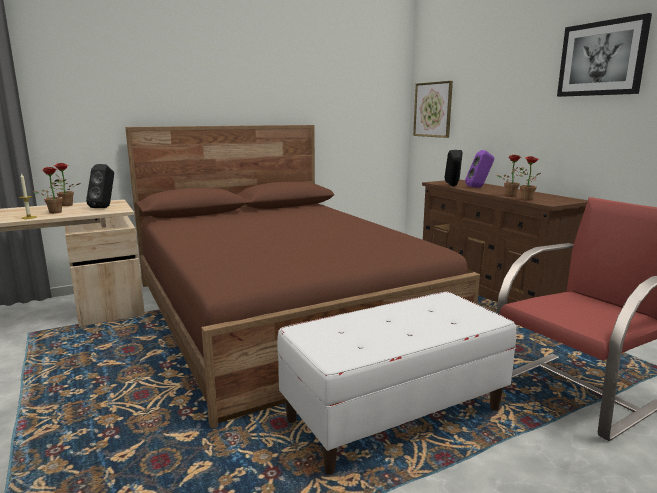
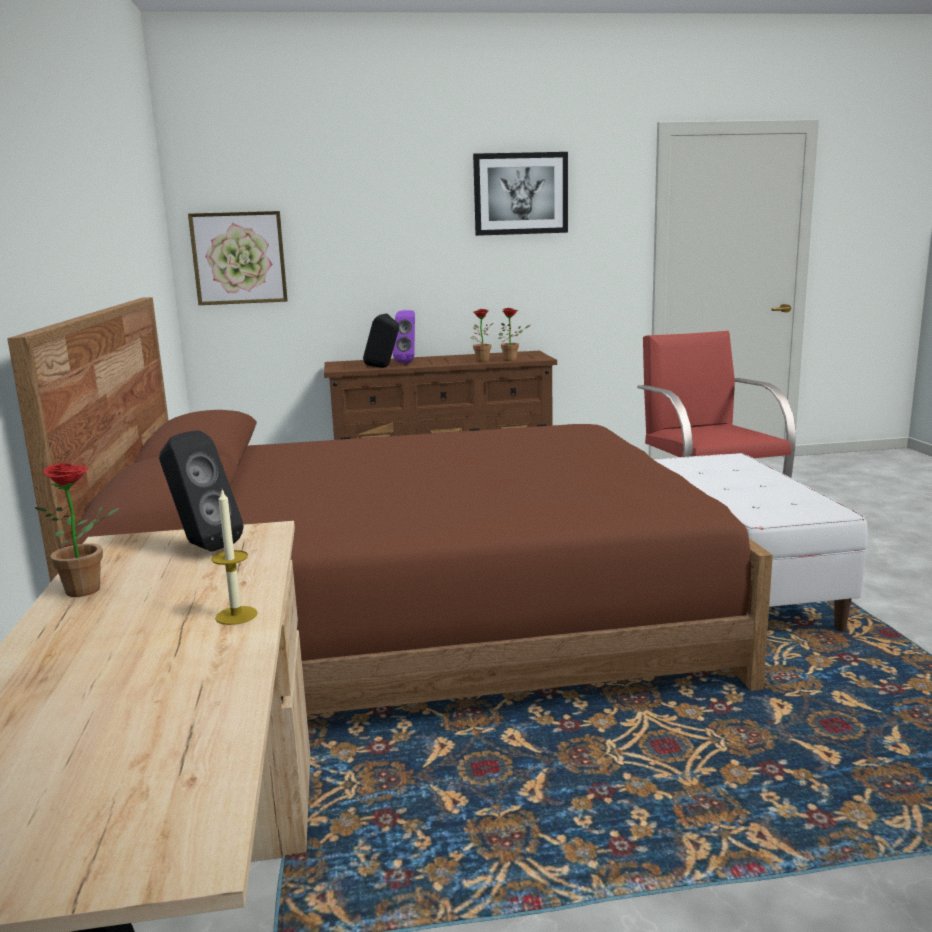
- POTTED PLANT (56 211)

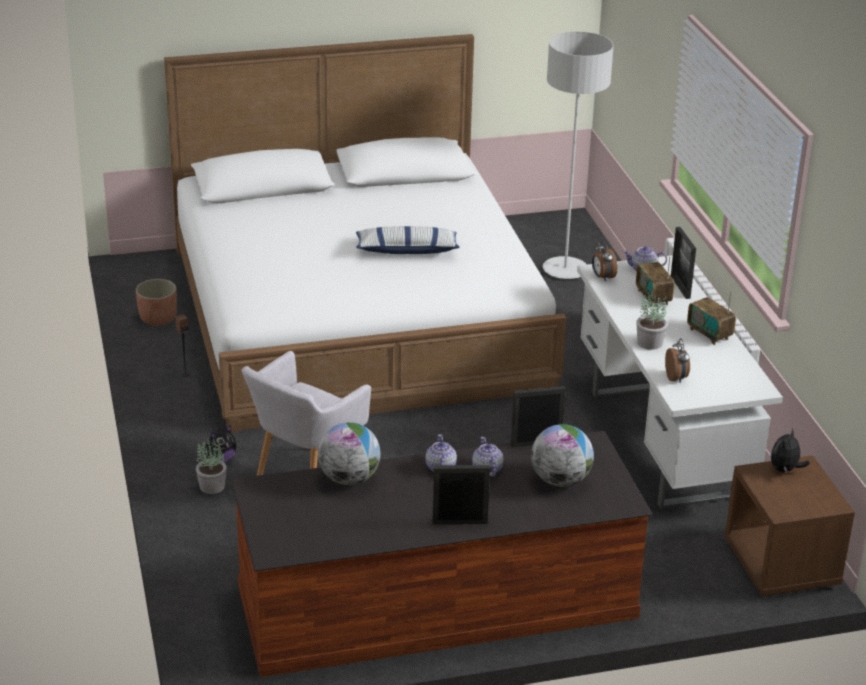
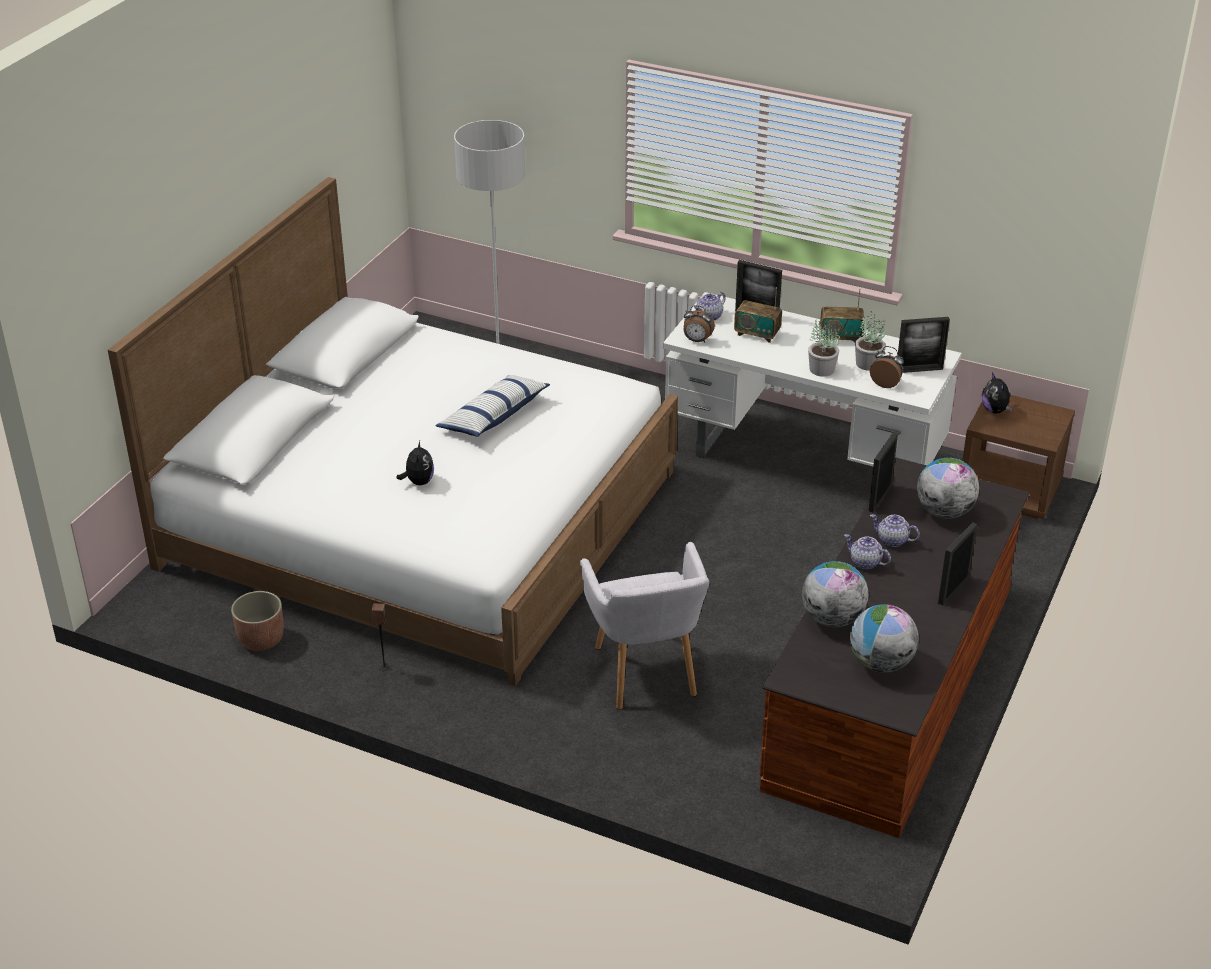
+ GLOBE (880 663)
+ PICTURE FRAME (919 370)
~ POTTED PLANT (212 486) to (867 363)
~ PLUSH TOY (221 459) to (418 482)

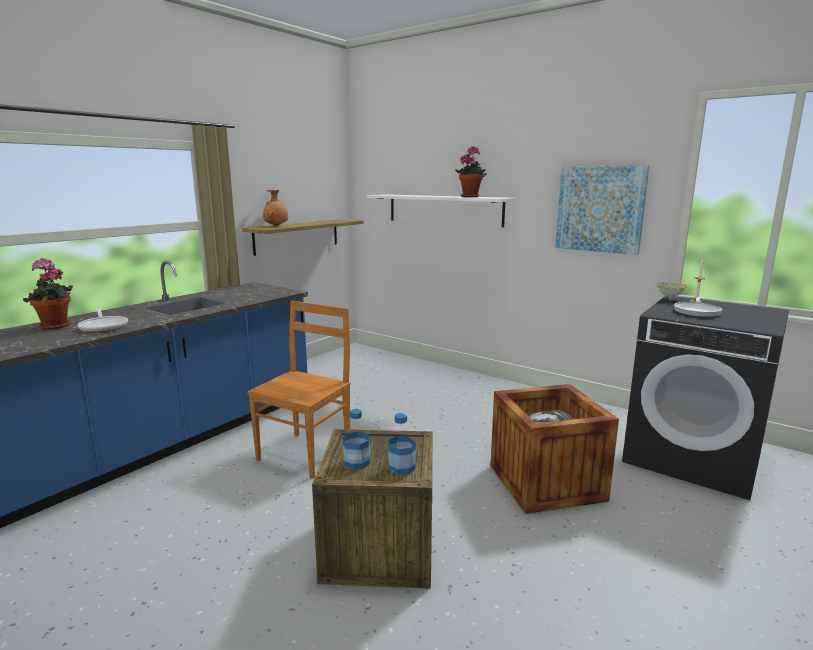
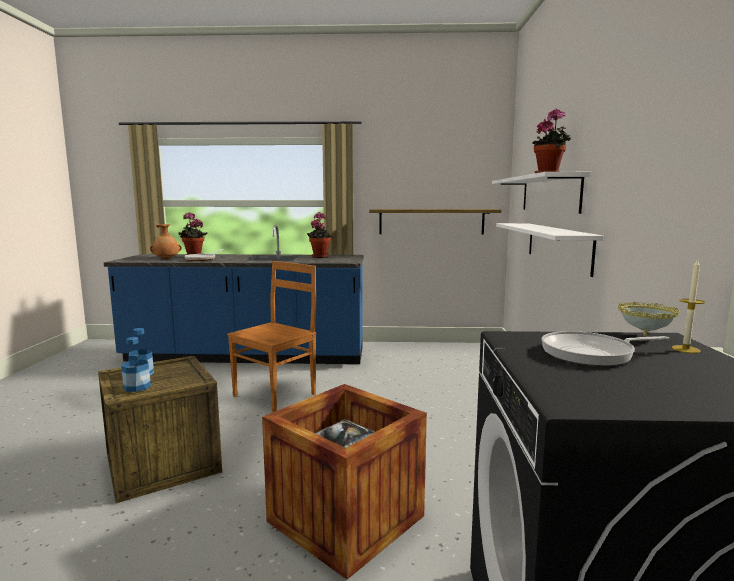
- PICTURE (600 209)
+ POTTED PLANT (320 256)
+ WHITE SHELF (557 246)
~ BROWN VASE (276 226) to (166 259)
~ BROWN CHAIR (306 453) = (276 394) 45 degrees counterclockwise

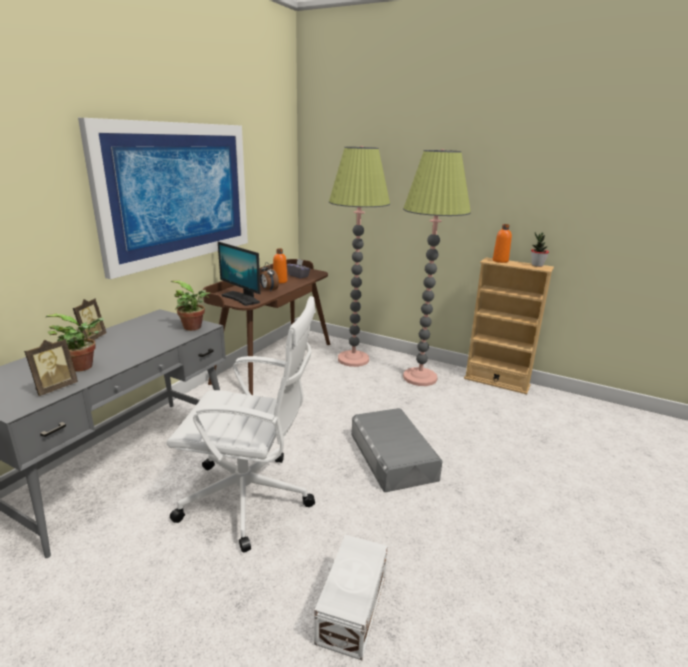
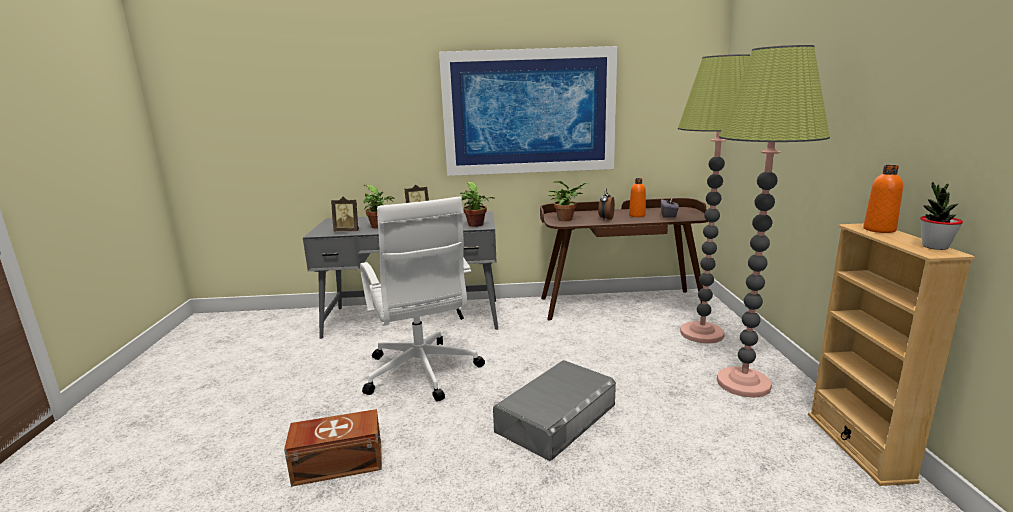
~ MONITOR (241 298) to POTTED PLANT (567 219)
~ WHITE STORAGE BOX (350 609) to BROWN STORAGE BOX (337 463)

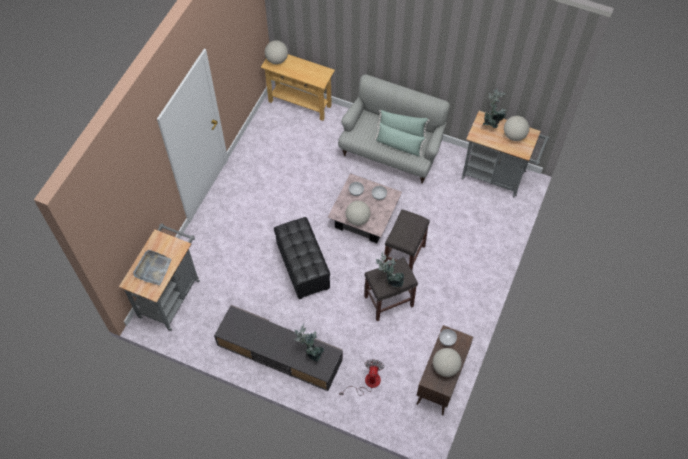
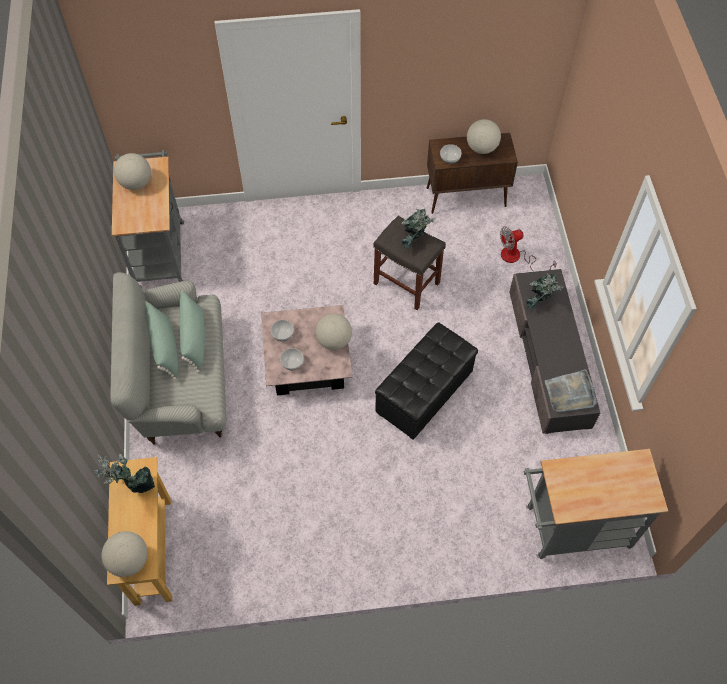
- GREY STOOL (404 255)
~ GREY TRAY (153 268) to (570 393)
~ POTTED PLANT (492 123) to (132 485)

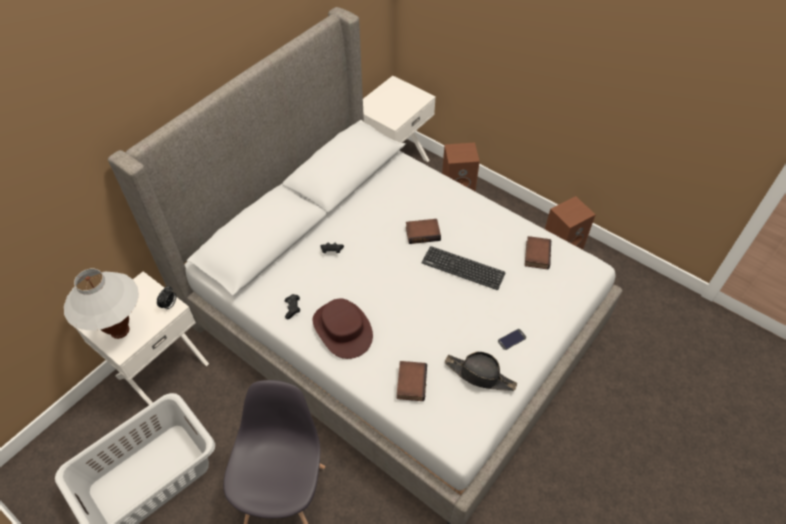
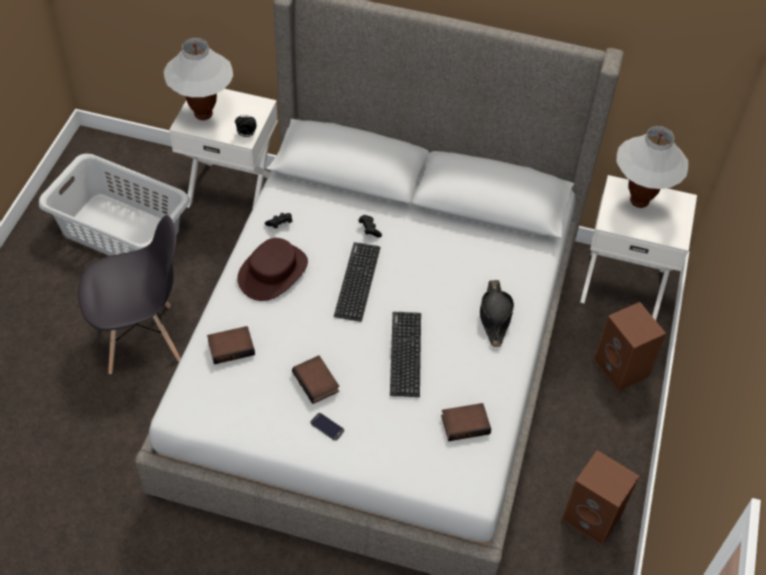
+ KEYBOARD (357 281)
+ WHITE TABLE LAMP (639 201)
~ BOOK (423 233) to (317 382)
~ BLACK HAT (480 375) to (494 316)

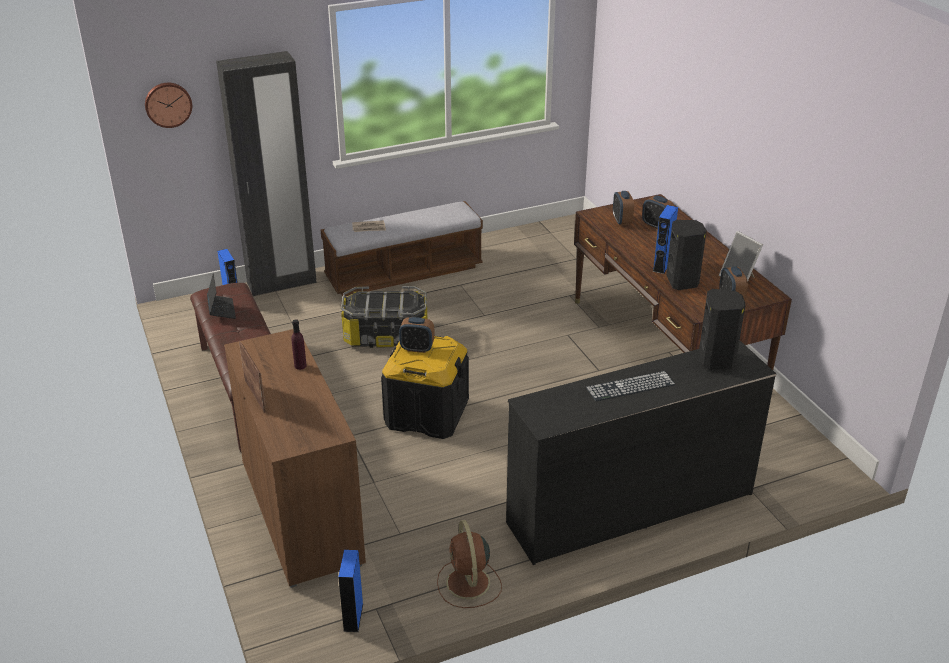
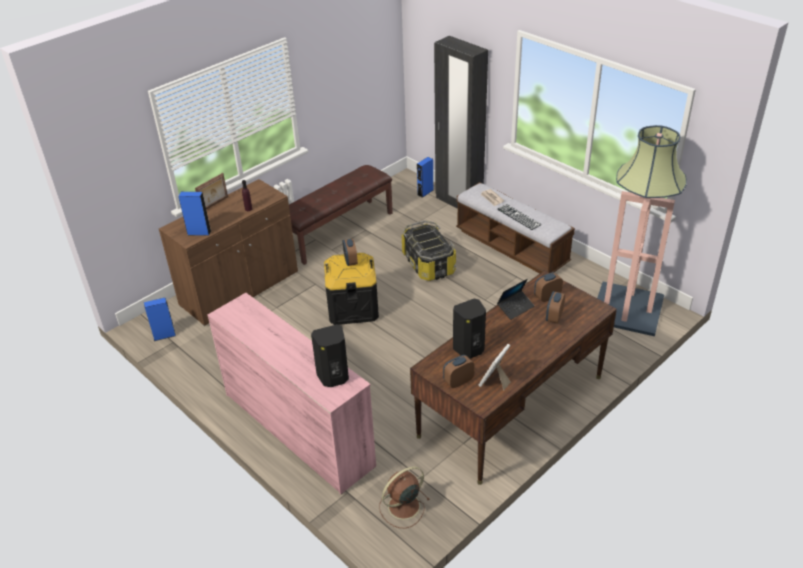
- WALL CLOCK (168 104)
+ FLOOR LAMP (627 309)
~ LAPTOP (221 310) to (515 307)
~ BROWN FAN (468 584) to (402 507)
~ KEYBOARD (630 386) to (518 217)
~ BLUE SPEAKER (662 265) to (199 232)
~ BLACK DRESSER (629 508) to PINK DRESSER (298 428)

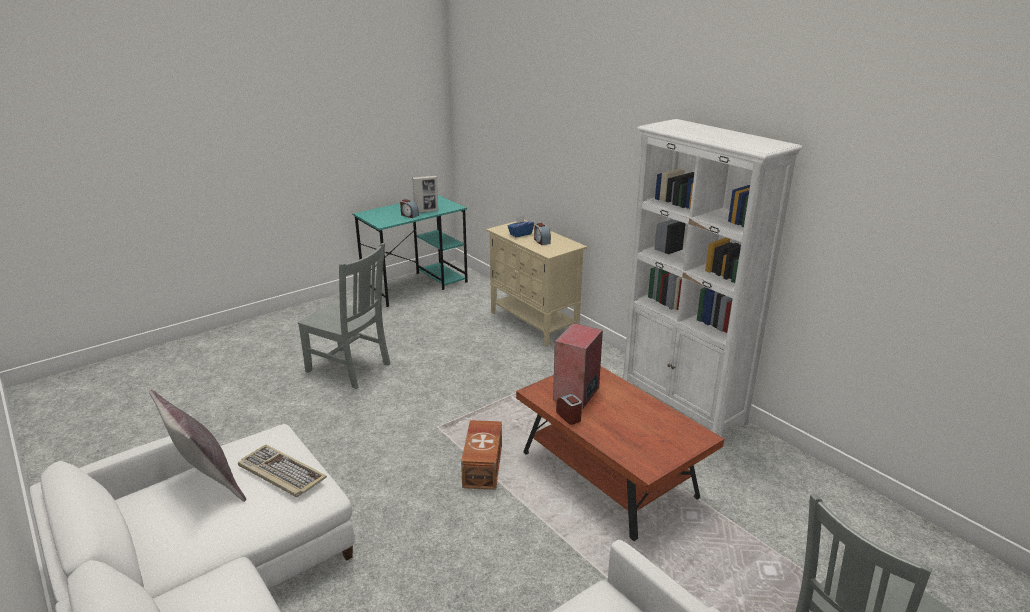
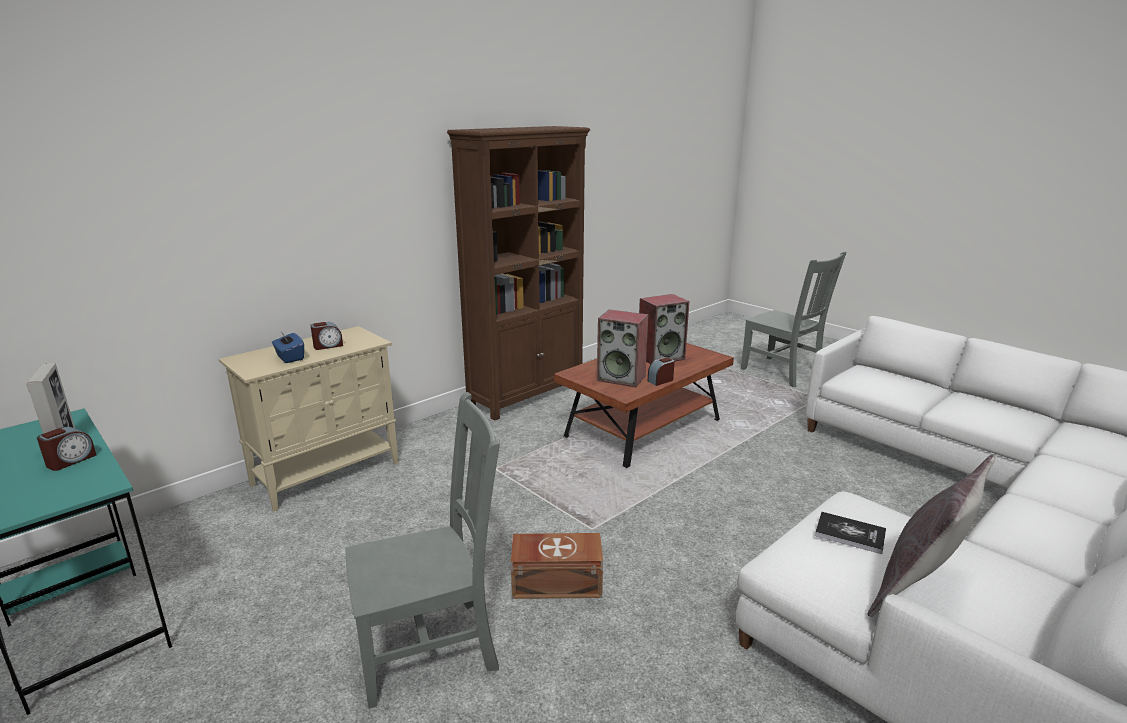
+ SPEAKER (661 357)
~ BROWN STORAGE BOX (484 466) to (555 582)
~ KEYBOARD (280 473) to BOOK (850 533)
~ WHITE BOOKCASE (682 404) to BROWN BOOKCASE (527 395)
~ GREY CHAIR (350 368) = (432 648) 45 degrees clockwise

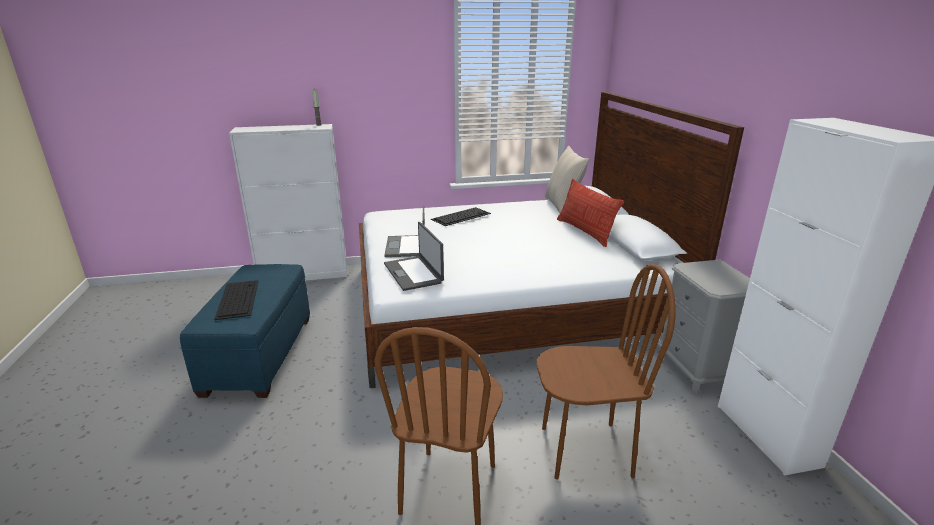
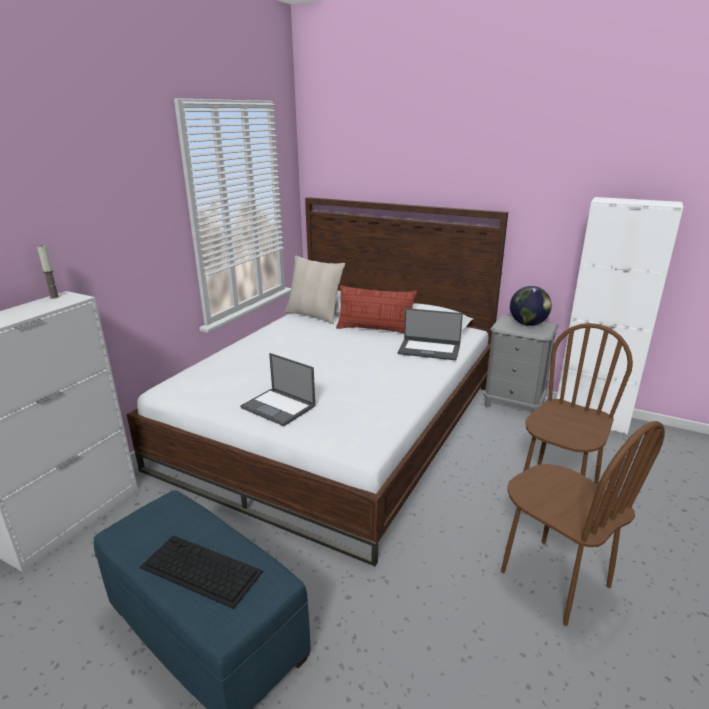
- KEYBOARD (461 216)
+ GLOBE (527 324)
~ LAPTOP (414 273) to (429 349)

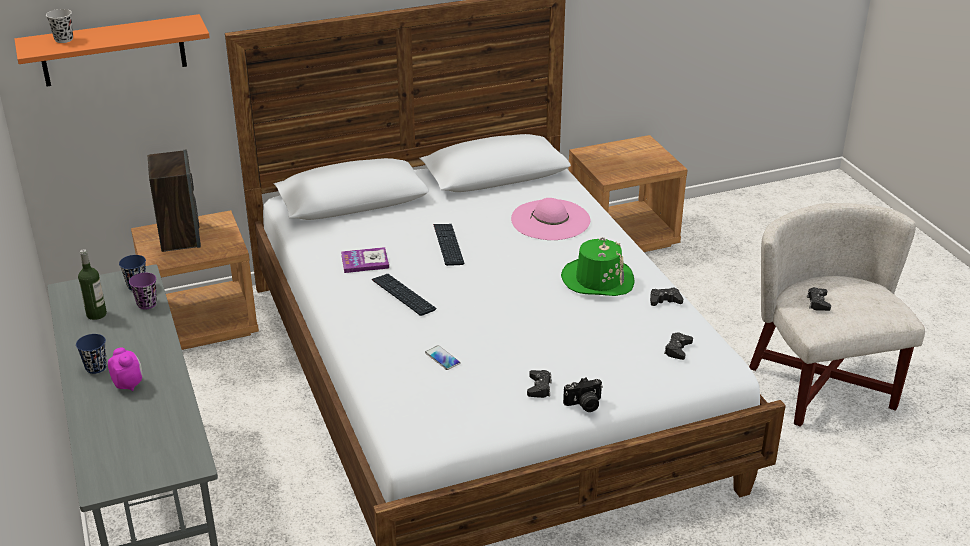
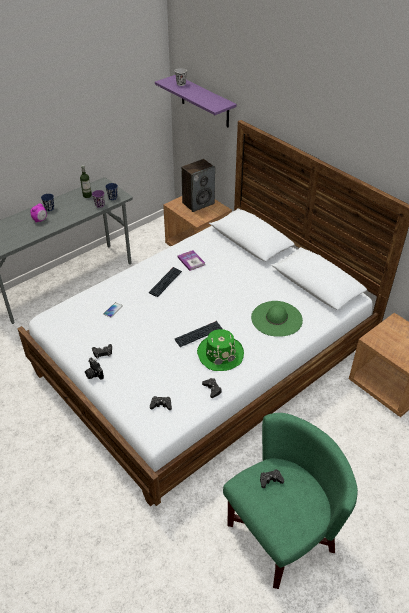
~ KEYBOARD (448 245) to (198 334)
~ ORANGE SHELF (113 51) to PURPLE SHELF (205 101)
~ PINK HAT (550 220) to GREEN HAT (276 319)
~ WHITE ARMCHAIR (823 386) to GREEN ARMCHAIR (280 535)

